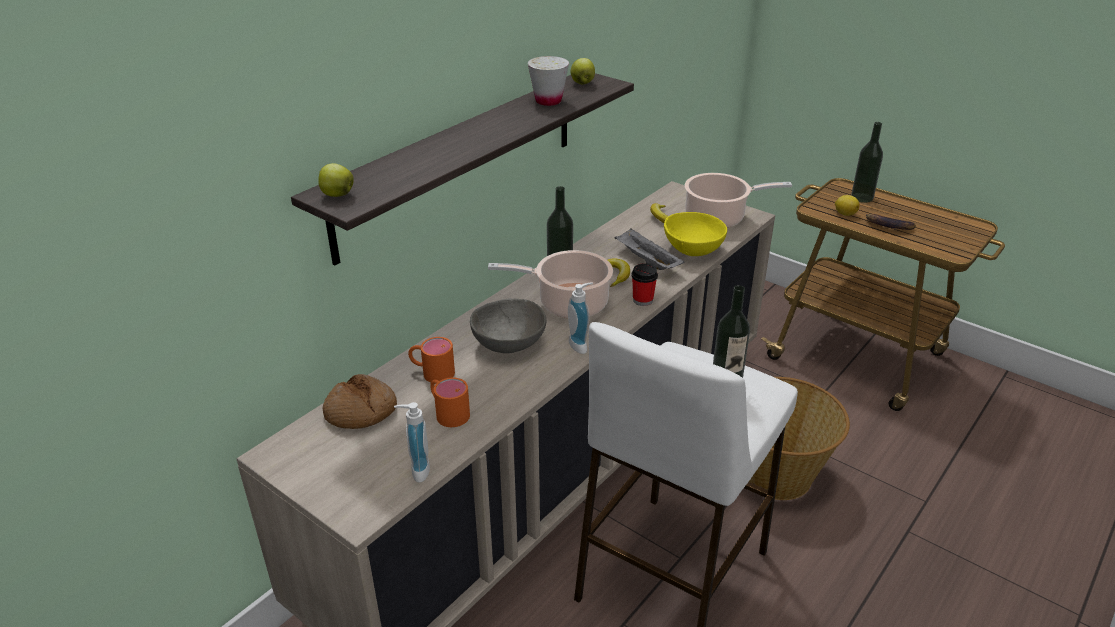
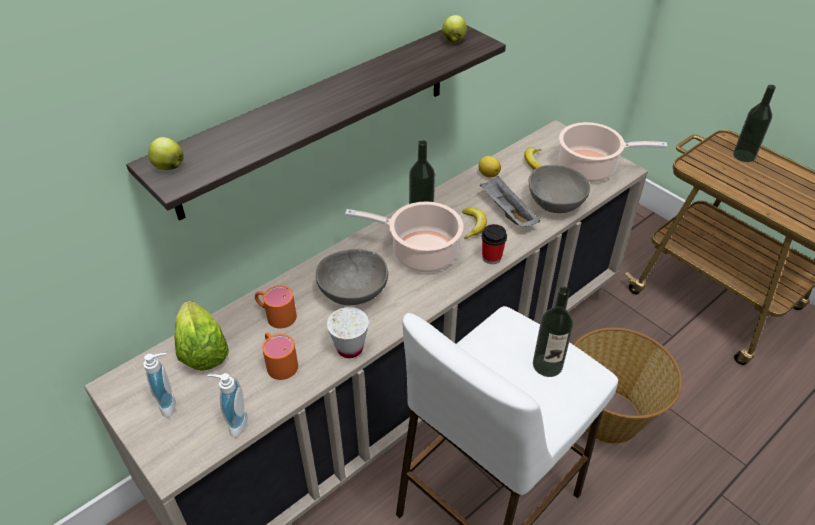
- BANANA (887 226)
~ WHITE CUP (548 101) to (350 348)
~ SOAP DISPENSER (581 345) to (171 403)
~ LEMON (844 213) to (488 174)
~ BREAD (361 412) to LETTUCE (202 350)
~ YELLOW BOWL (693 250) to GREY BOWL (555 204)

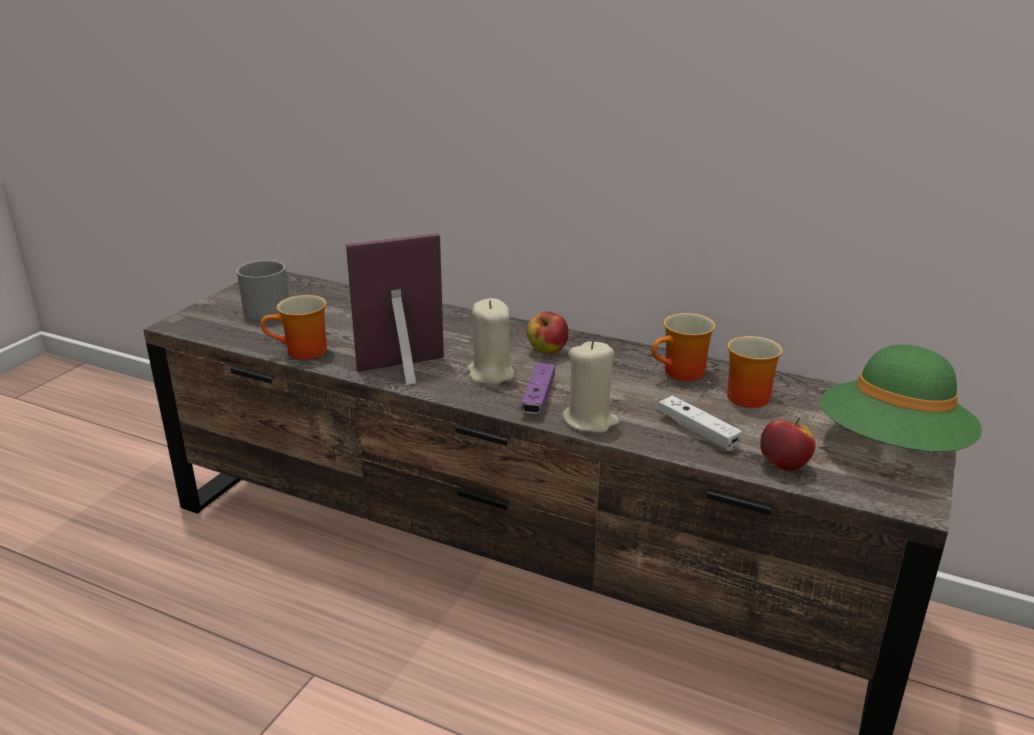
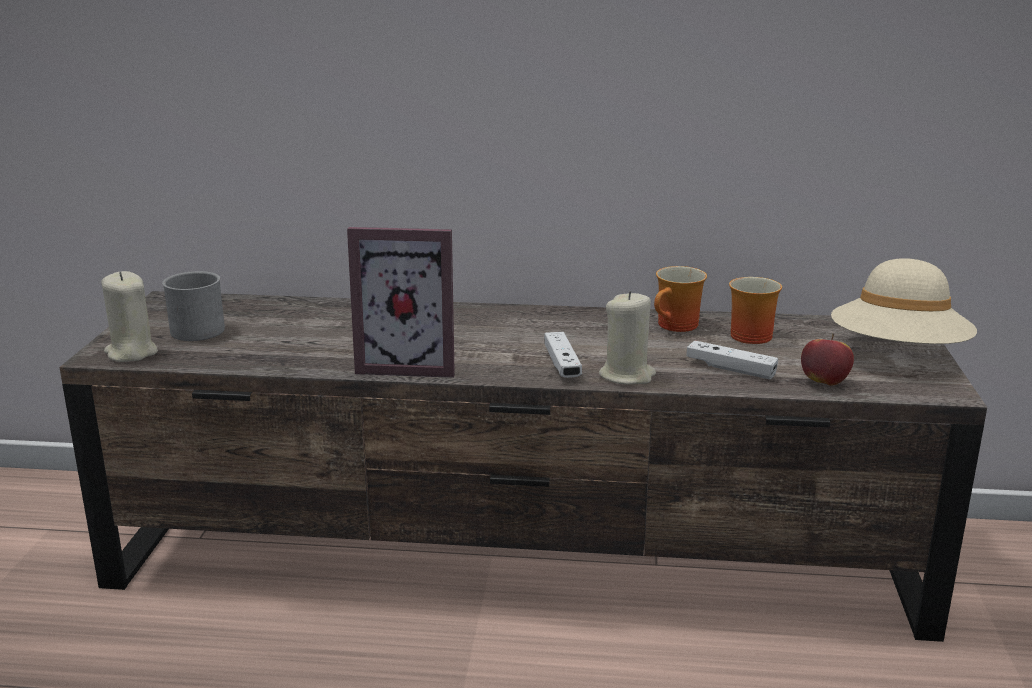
- MUG (302 353)
- APPLE (547 351)
~ BEIGE CANDLE (490 374) to (131 353)
~ PURPLE GAME CONTROLLER (538 398) to WHITE GAME CONTROLLER (562 365)
~ GREEN HAT (892 447) to BEIGE HAT (898 355)
~ PICTURE FRAME (406 373) = (409 364) 135 degrees counterclockwise

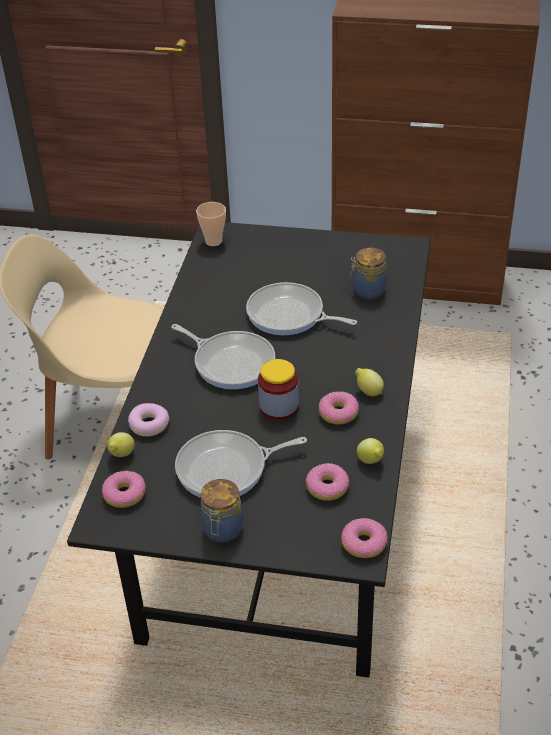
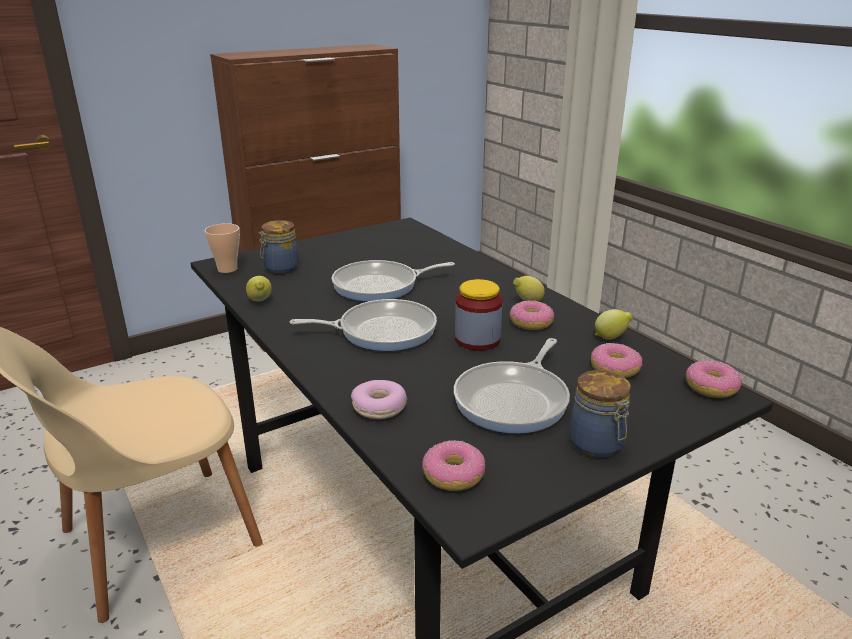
~ LEMON (121 455) to (260 301)
~ JAR (367 291) to (280 269)

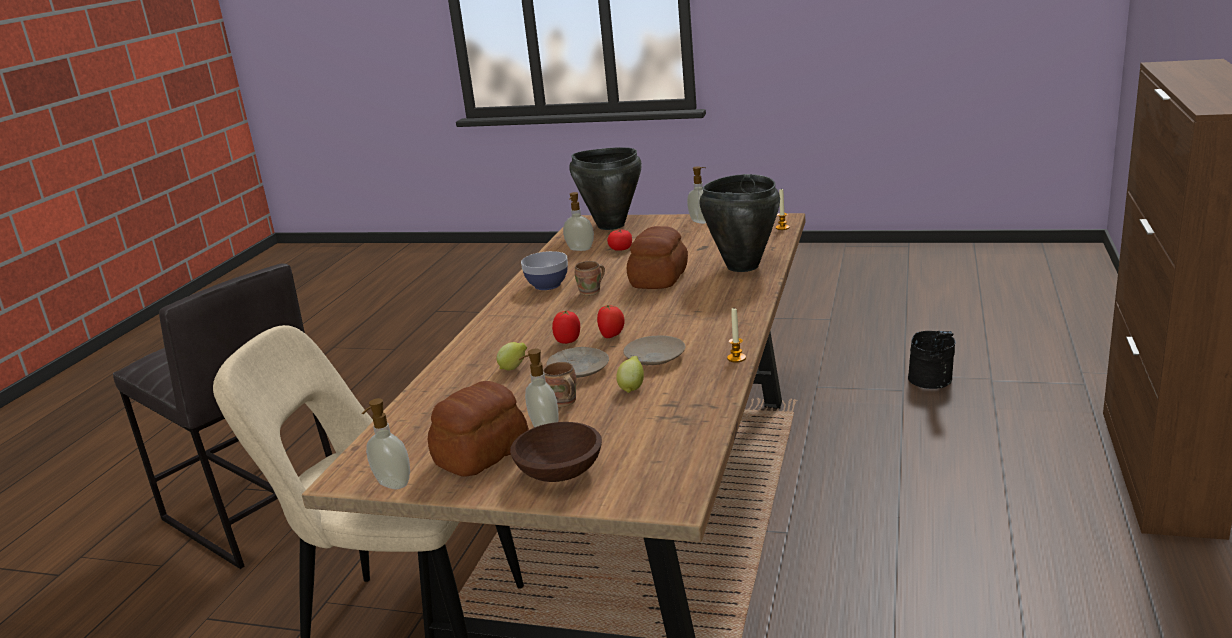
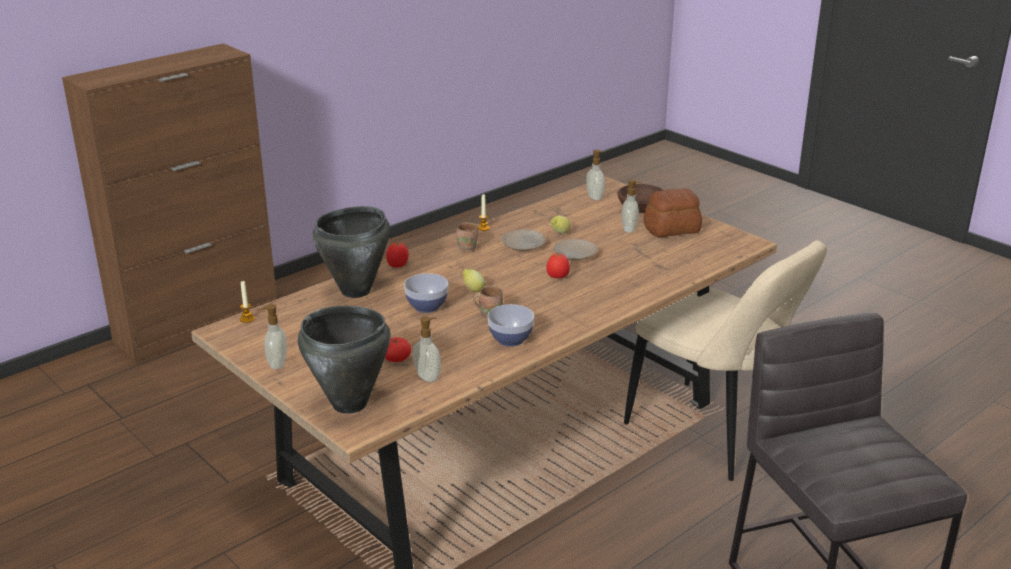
- BLACK BUCKET (932 383)
~ SOAP DISPENSER (392 484) to (595 197)
~ LEMON (514 368) to (473 290)
~ BROWN MUG (562 403) to (468 248)
~ TOMATO (612 336) to (398 265)
~ BREAD (657 279) to BOWL (427 306)

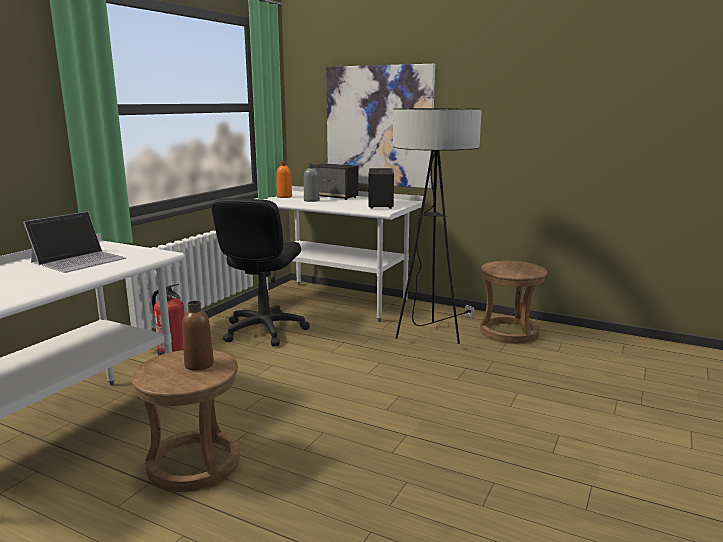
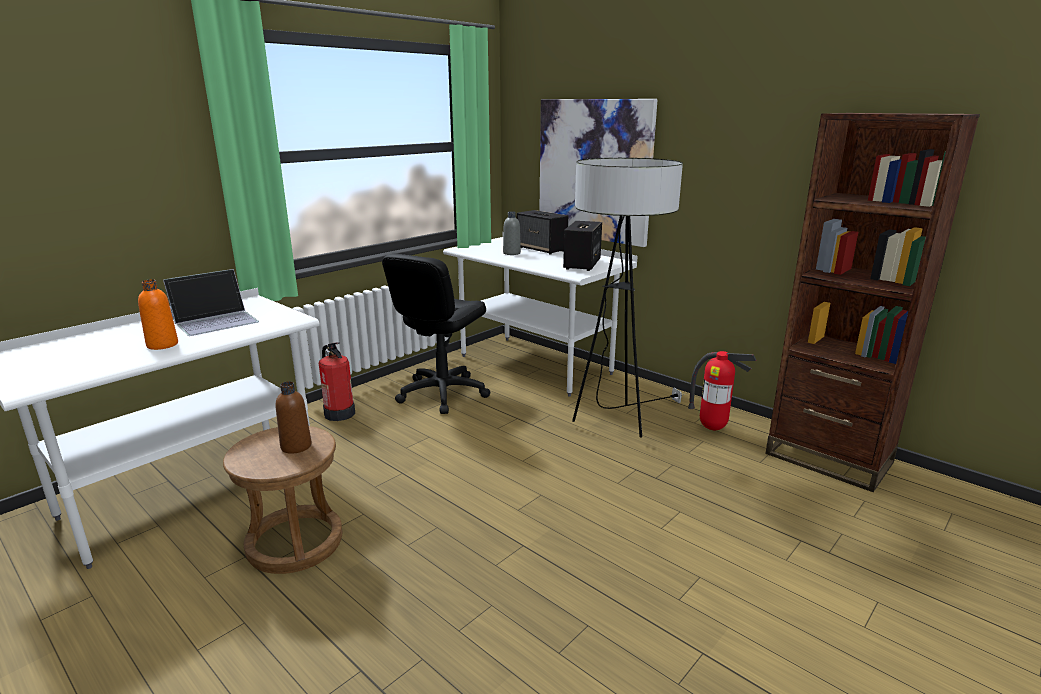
+ BROWN BOOKCASE (828 458)
~ ORANGE BOTTLE (284 197) to (162 345)
~ BROWN STOOL (509 332) to FIRE EXTINGUISHER (713 428)

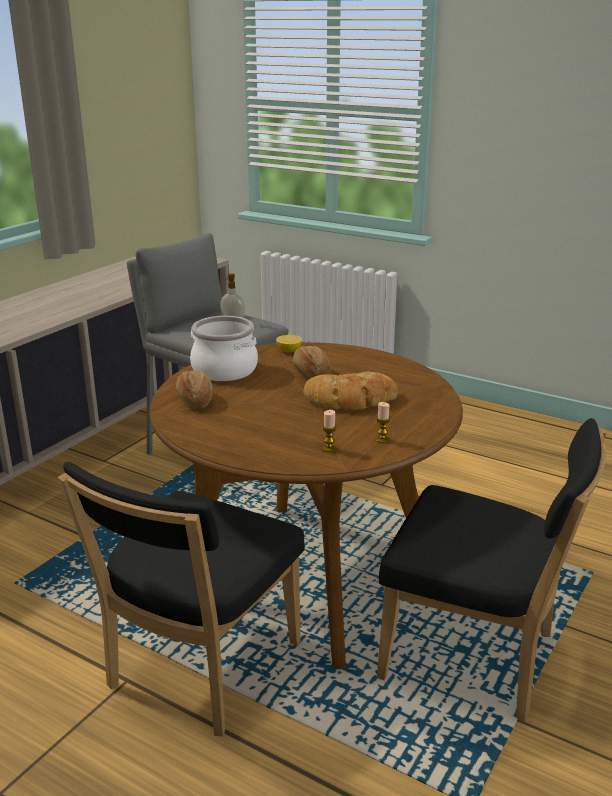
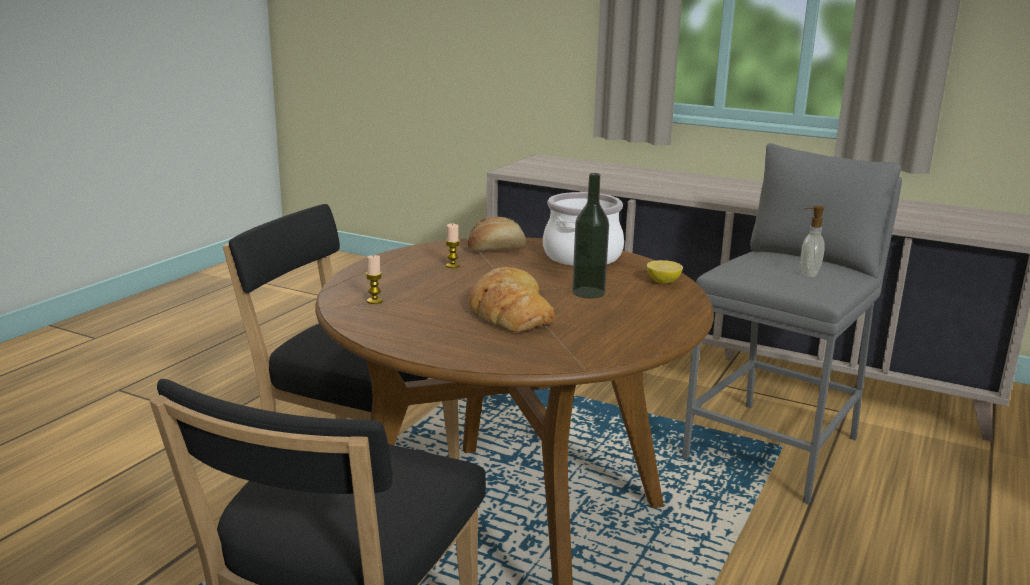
~ CANDLE (382 440) to (452 265)
~ BREAD (311 373) to BOTTLE (588 292)

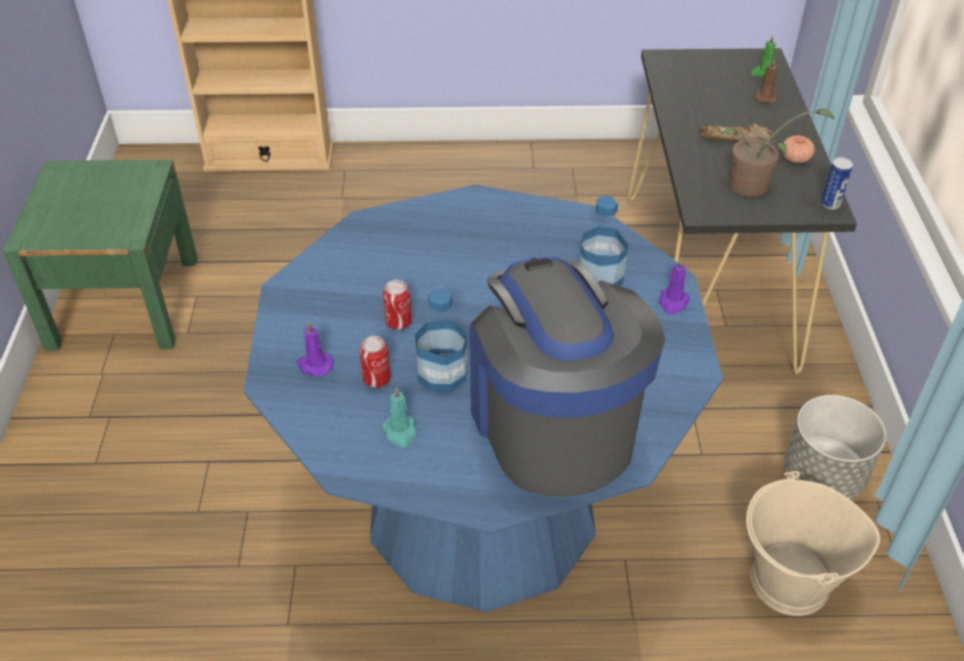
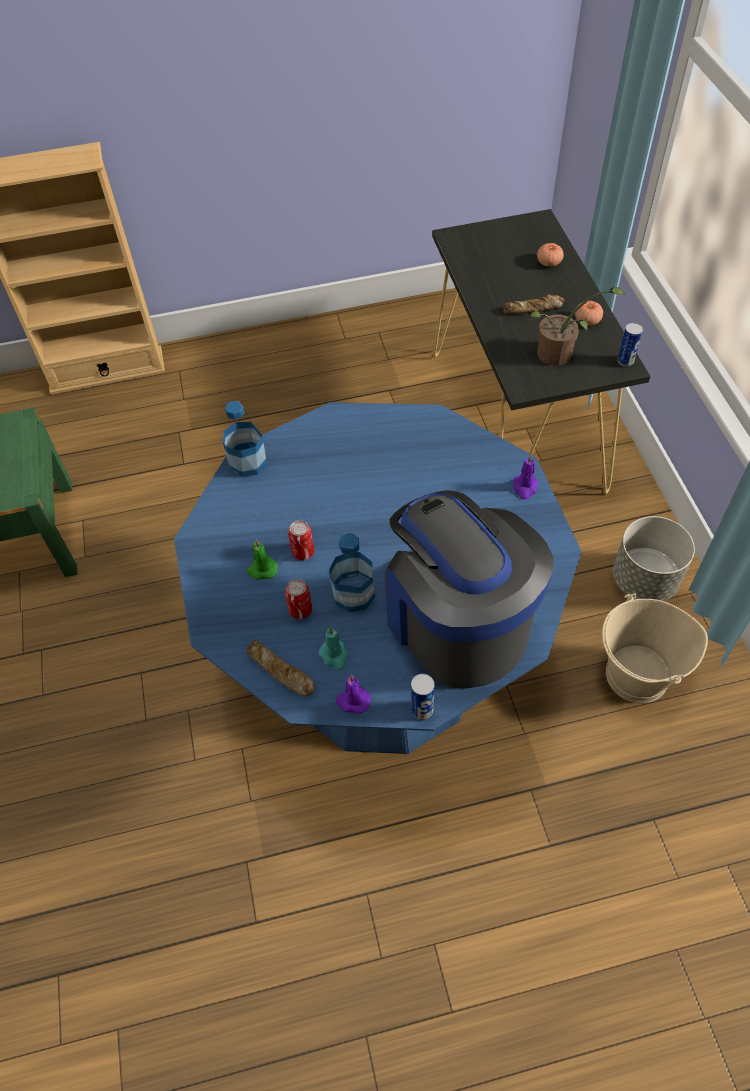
+ BREAD (280 672)
+ CAN (422 710)
~ PURPLE CANDLE (314 365) to (352 701)
~ BOTTLE (600 277) to (248 462)
~ GREEN CANDLE (763 73) to (262 570)
~ BROWN CANDLE (765 97) to TOMATO (549 262)

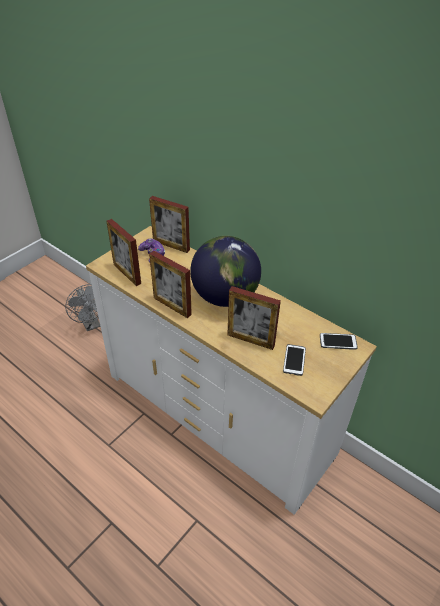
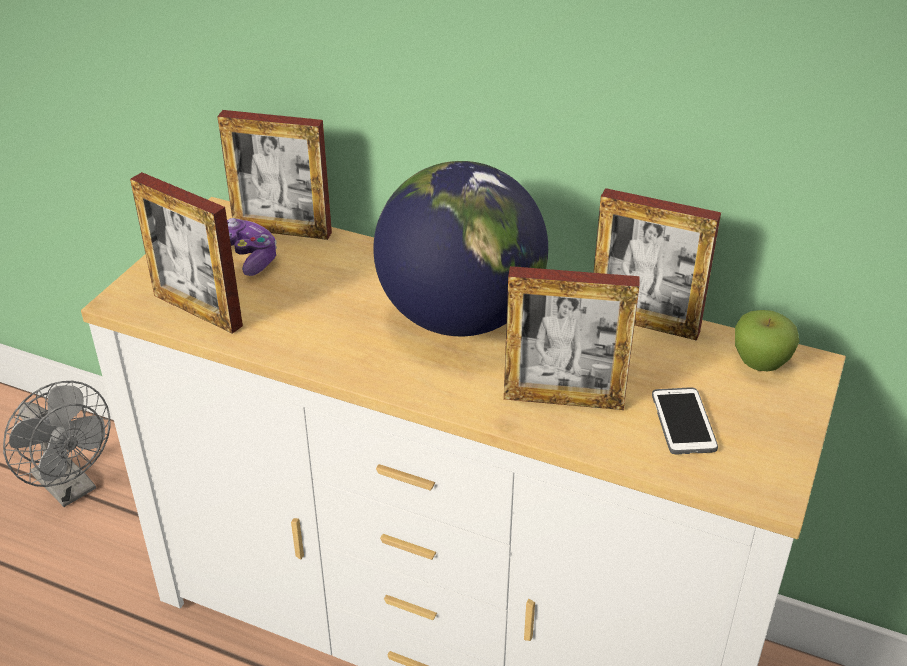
~ PICTURE FRAME (172 306) to (644 322)
~ PHONE (338 342) to APPLE (760 363)

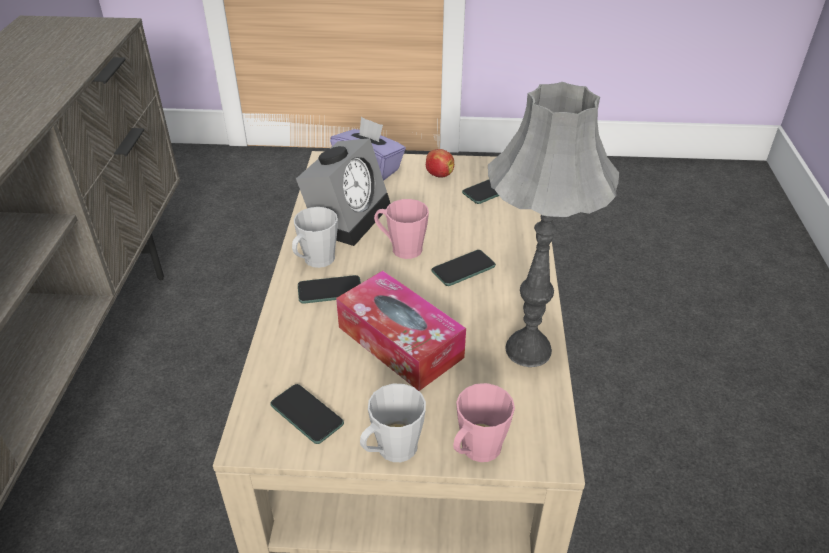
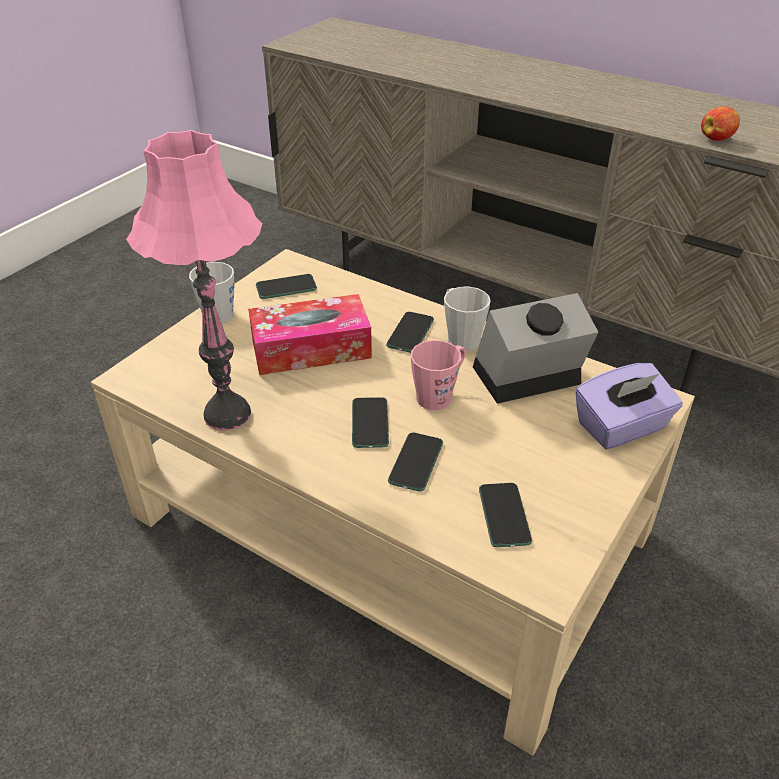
- PINK MUG (476 451)
+ PHONE (416 462)
~ APPLE (438 174) to (717 139)
~ GREY TABLE LAMP (527 350) to PINK TABLE LAMP (227 414)
~ ALARM CLOCK (348 215) = (525 379) 105 degrees clockwise

